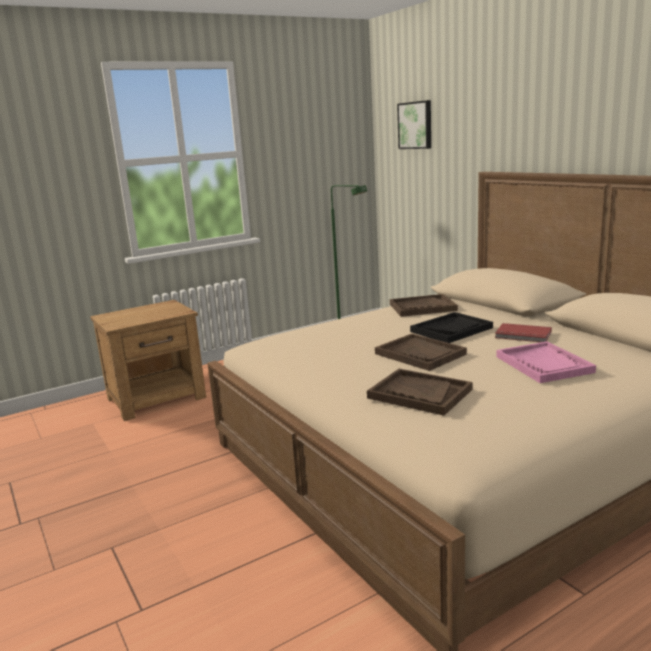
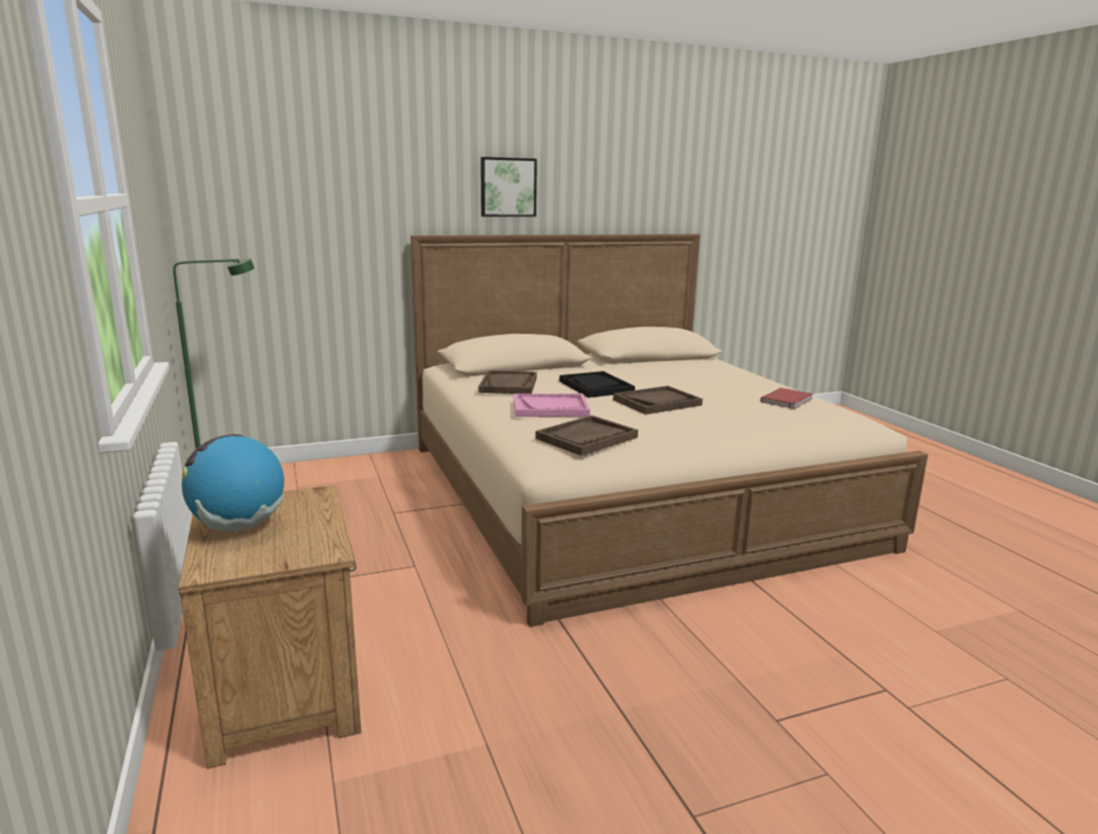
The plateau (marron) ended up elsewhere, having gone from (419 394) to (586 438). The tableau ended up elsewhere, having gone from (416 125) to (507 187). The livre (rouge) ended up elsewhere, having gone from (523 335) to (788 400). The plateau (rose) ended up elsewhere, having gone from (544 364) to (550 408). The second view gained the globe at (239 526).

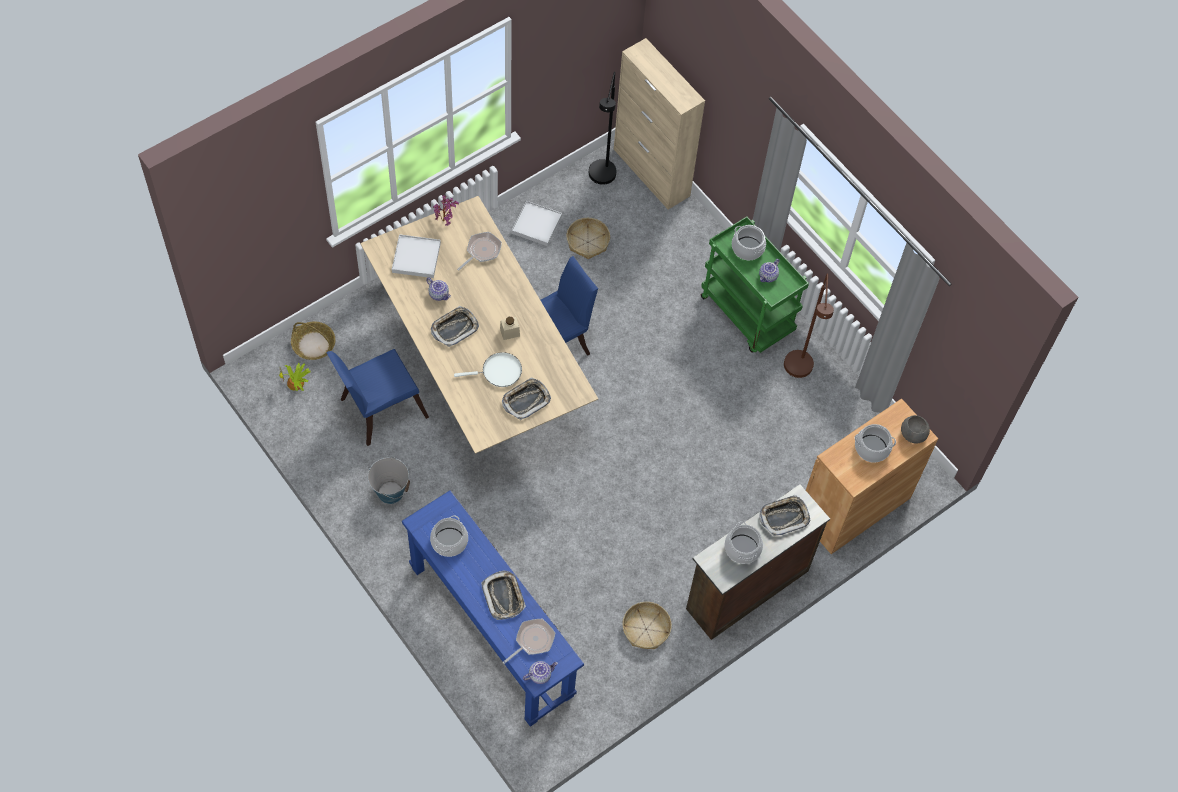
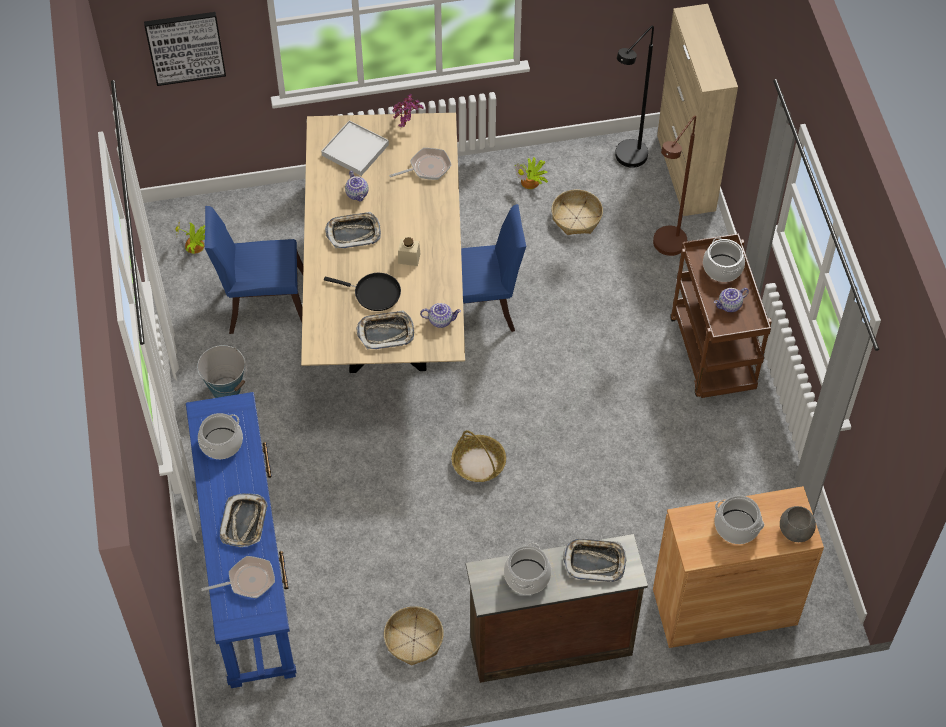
The panier ended up elsewhere, having gone from (313 345) to (478 463). What was the poêle (blanc) at (498 372) turned into the poêle (noir) at (374 293). Where the plateau (blanc) stood at (536 224), the plante en pot came to stand at (531 181). The théière ended up elsewhere, having gone from (540 674) to (441 320). What was the chariot (vert) at (748 314) turned into the chariot (marron) at (713 355). The lampadaire (marron) ended up elsewhere, having gone from (799 372) to (666 249). The second view gained the tableau at (185 47).

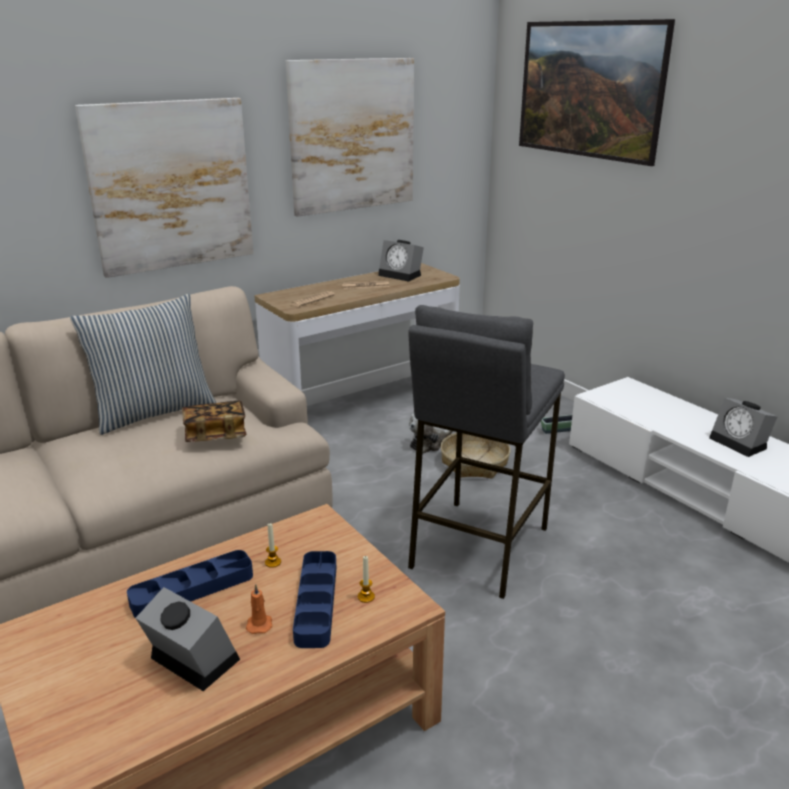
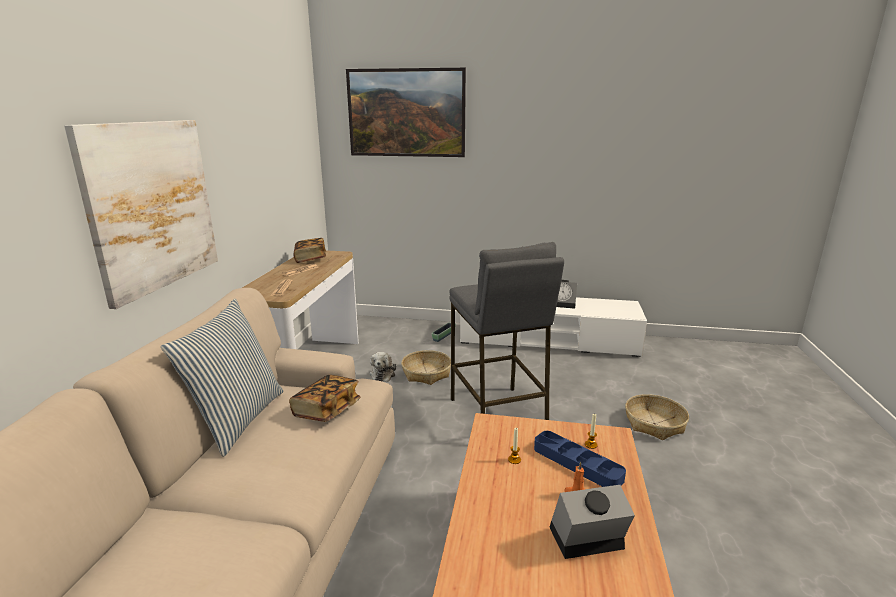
The second view lost the plateau (bleu) at (192 589). The second view lost the tableau at (352 136). Where the réveil stood at (401 275), the livre came to stand at (310 259). The second view gained the panier at (654 424).

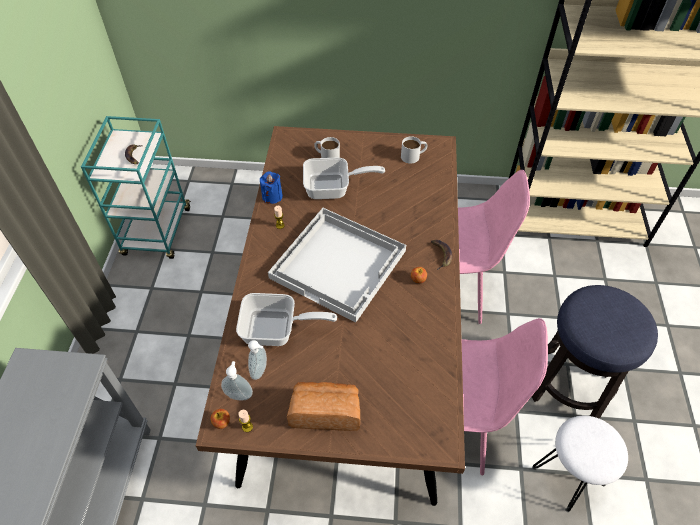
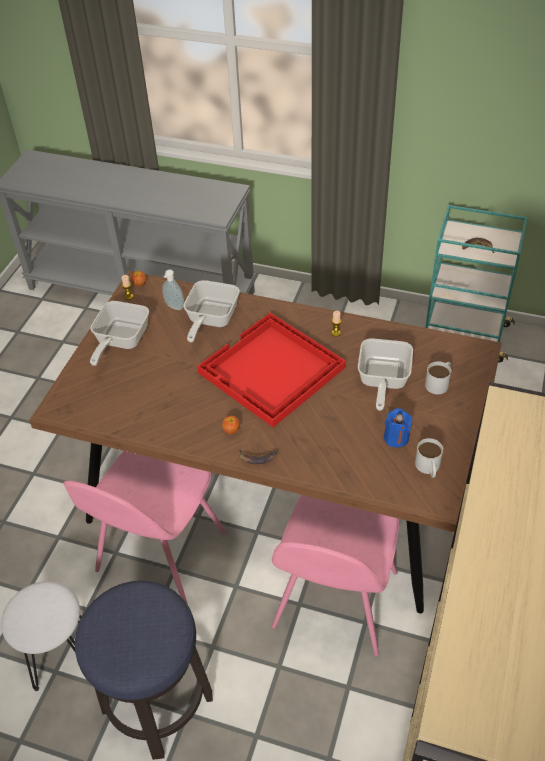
The second view lost the distributeur de savon at (239 394). The bougie (bleu) ended up elsewhere, having gone from (272 196) to (396 438). What was the plateau (blanc) at (339 264) turned into the plateau (rouge) at (271 371). Where the pain stood at (325 412), the poêle came to stand at (119 341).

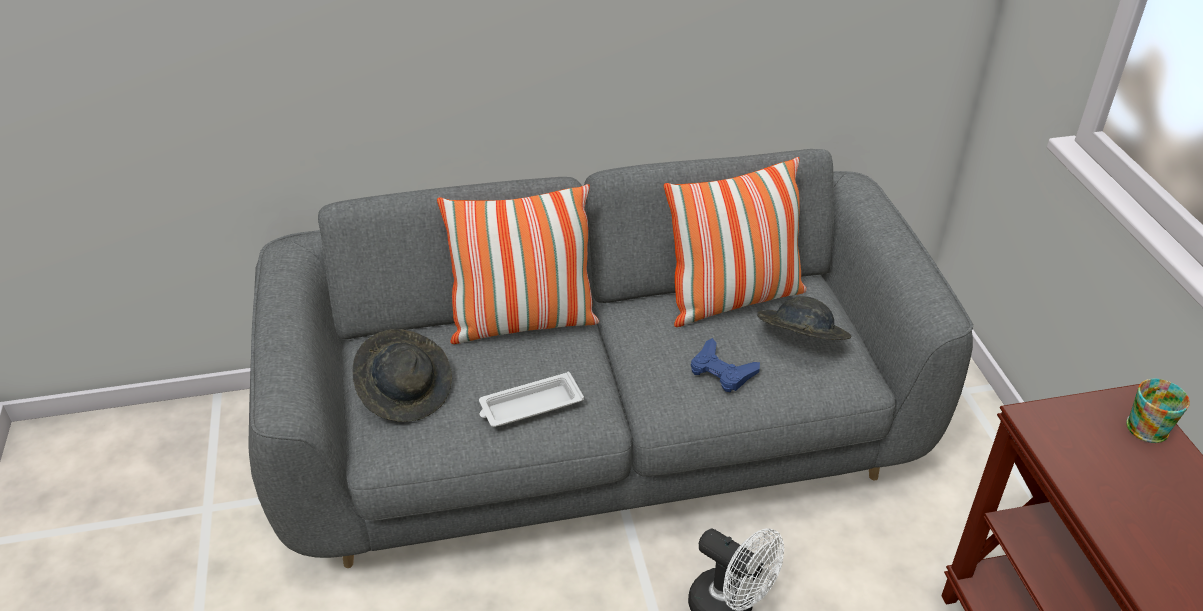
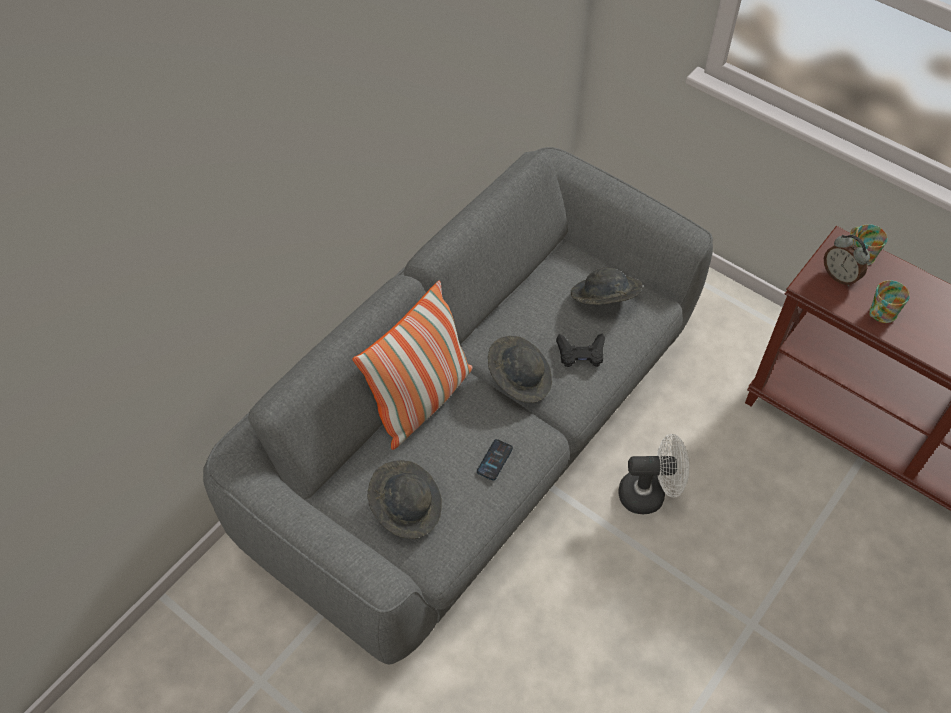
Where the plateau (blanc) stood at (529 406), the téléphone came to stand at (494 460). The second view lost the coussin at (733 299). What was the manette (bleu) at (722 371) turned into the manette (noir) at (581 353). The second view gained the chapeau (gris) at (519 378). The second view gained the réveil at (840 276). The second view gained the mug at (879 314).

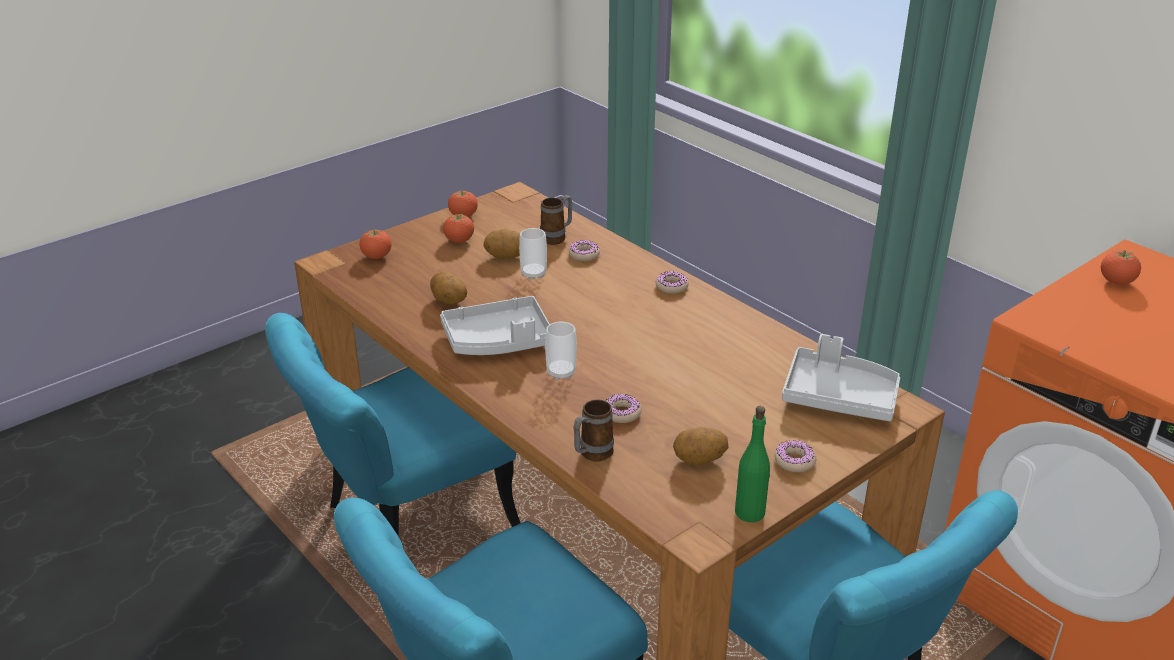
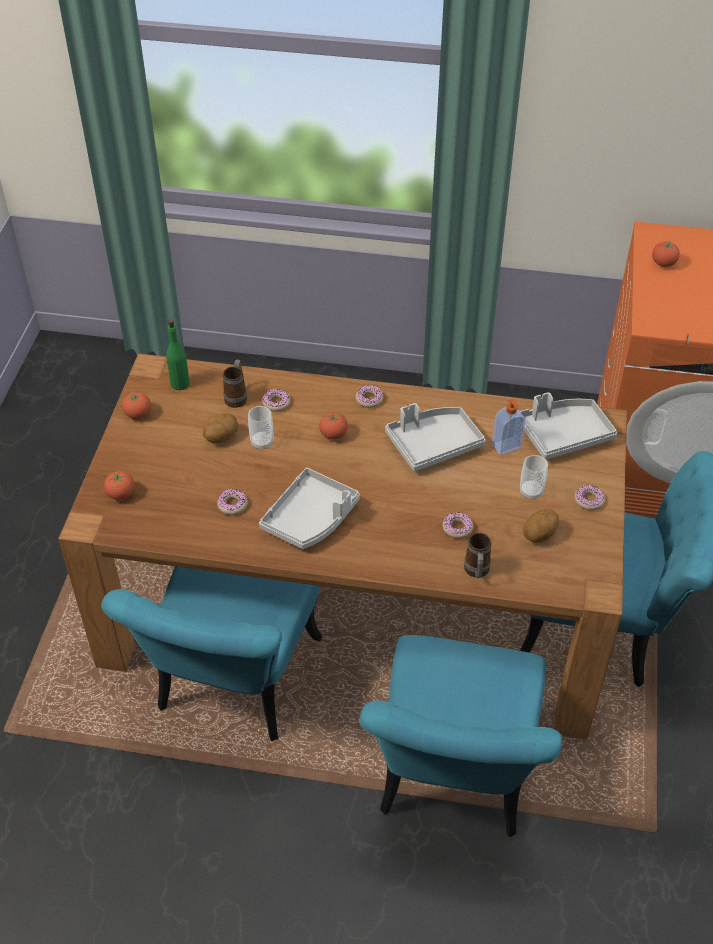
Where the pomme de terre stood at (448 302), the beignet came to stand at (232 505). The tomate ended up elsewhere, having gone from (459 240) to (333 435). The tasse ended up elsewhere, having gone from (561 373) to (531 492). The bouteille (vert) ended up elsewhere, having gone from (750 512) to (180 383). The second view gained the plateau (gris) at (433 444). The second view gained the distributeur de savon at (507 446).

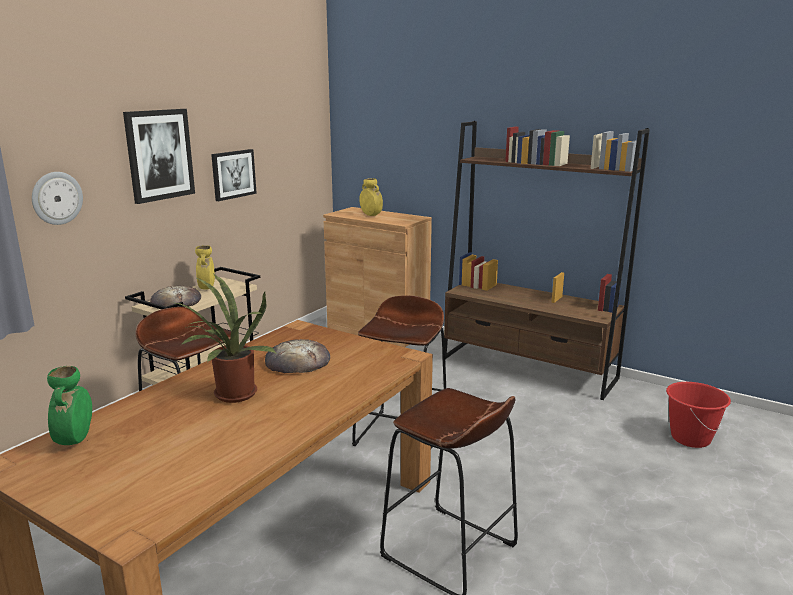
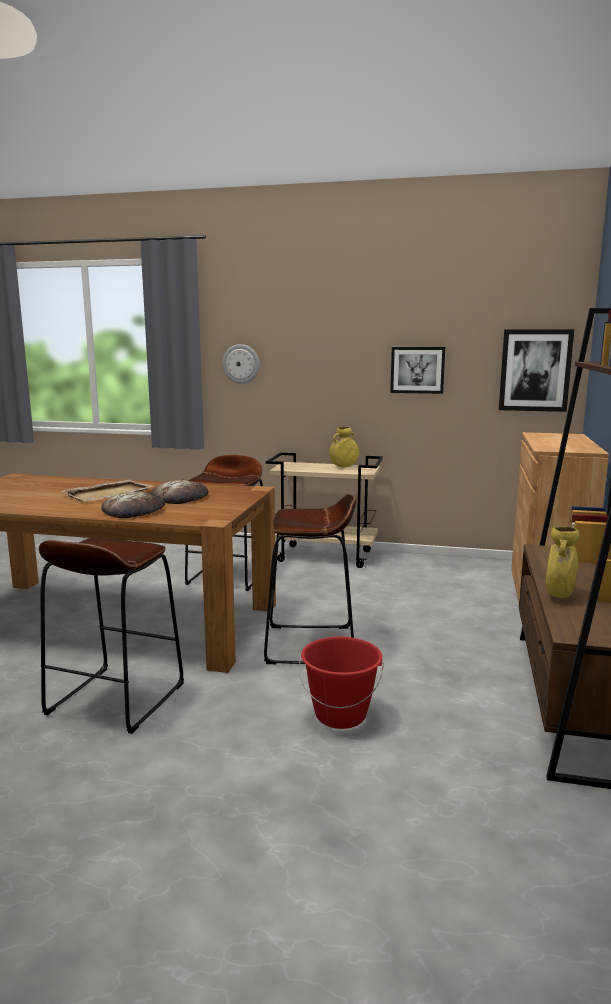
The second view lost the vase (vert) at (75 440). The tableau ended up elsewhere, having gone from (159 155) to (535 370). The pain ended up elsewhere, having gone from (176 301) to (134 510). Where the plante en pot stood at (231 396), the plateau (beige) came to stand at (109 493). The vase (jaune) ended up elsewhere, having gone from (371 215) to (559 596). The seau (rouge) ended up elsewhere, having gone from (690 438) to (340 715).

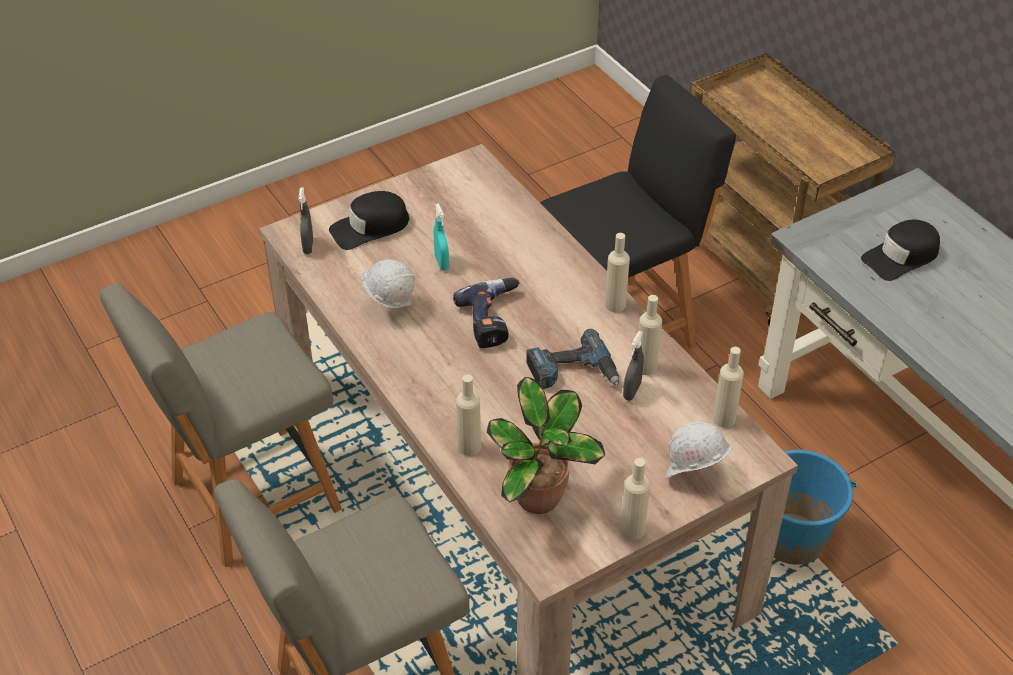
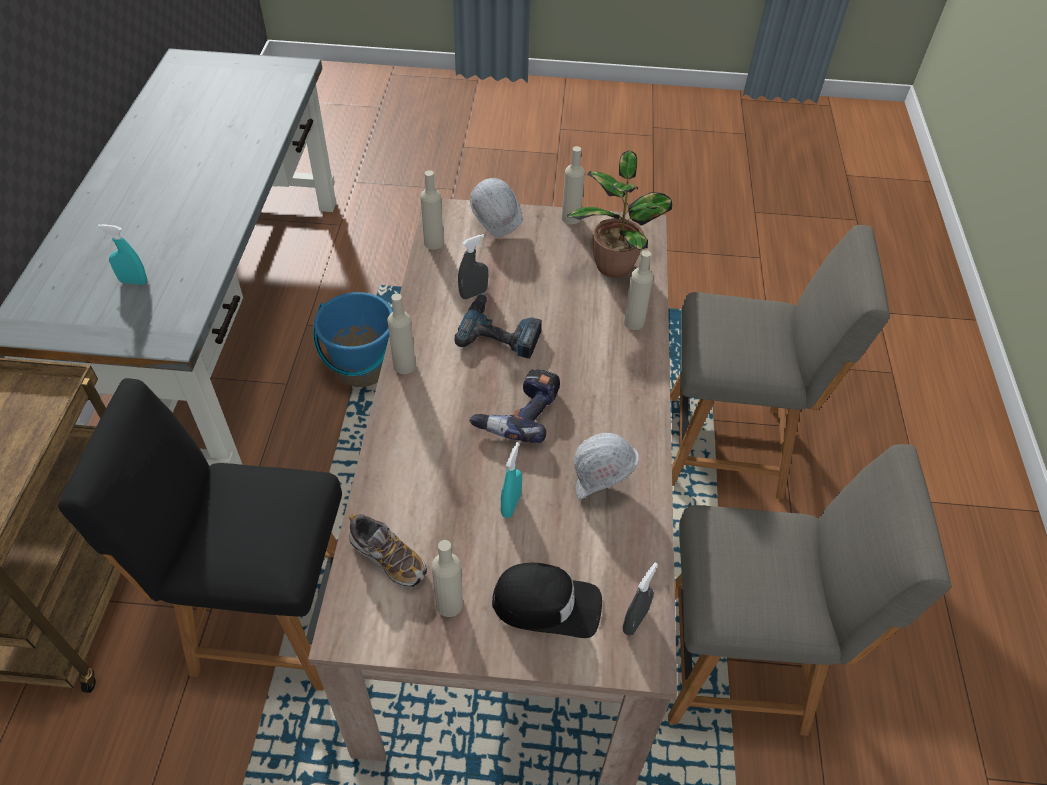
The bouteille (beige) ended up elsewhere, having gone from (646 367) to (449 604). Where the casquette (noir) stood at (901 256), the vaporisateur (turquoise) came to stand at (133 281). The second view gained the chaussure at (388 558).

